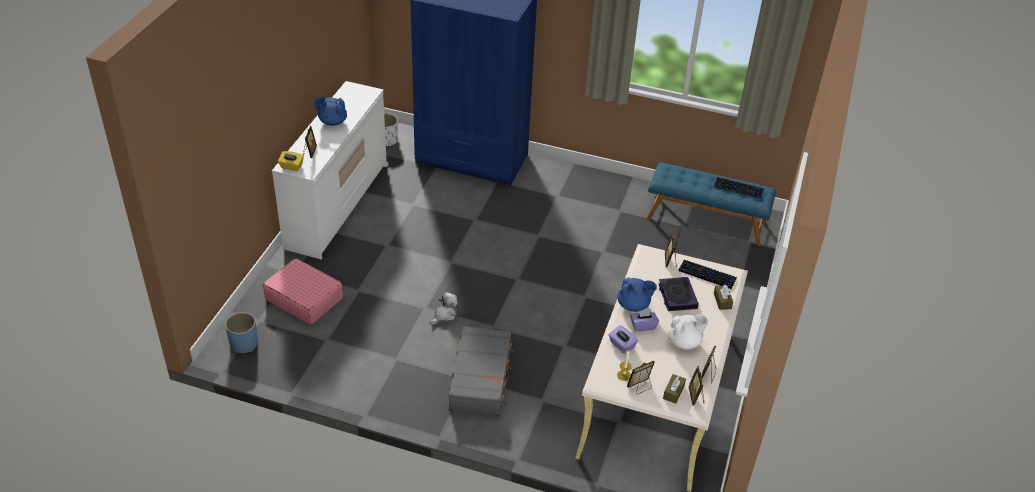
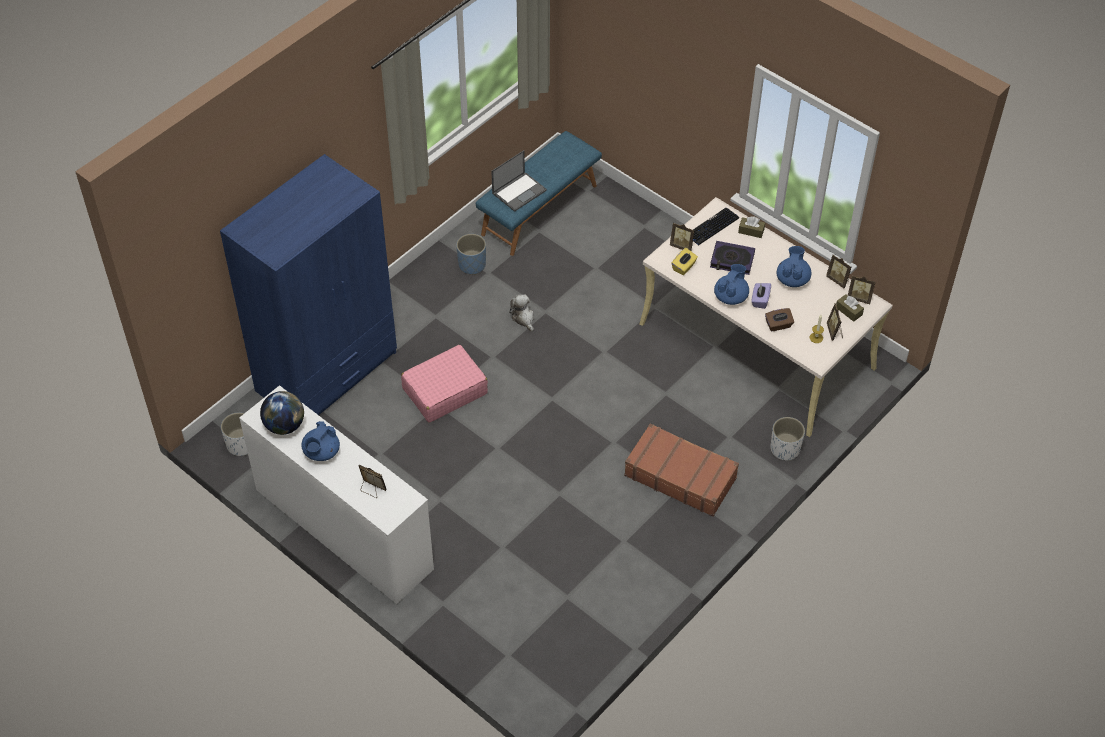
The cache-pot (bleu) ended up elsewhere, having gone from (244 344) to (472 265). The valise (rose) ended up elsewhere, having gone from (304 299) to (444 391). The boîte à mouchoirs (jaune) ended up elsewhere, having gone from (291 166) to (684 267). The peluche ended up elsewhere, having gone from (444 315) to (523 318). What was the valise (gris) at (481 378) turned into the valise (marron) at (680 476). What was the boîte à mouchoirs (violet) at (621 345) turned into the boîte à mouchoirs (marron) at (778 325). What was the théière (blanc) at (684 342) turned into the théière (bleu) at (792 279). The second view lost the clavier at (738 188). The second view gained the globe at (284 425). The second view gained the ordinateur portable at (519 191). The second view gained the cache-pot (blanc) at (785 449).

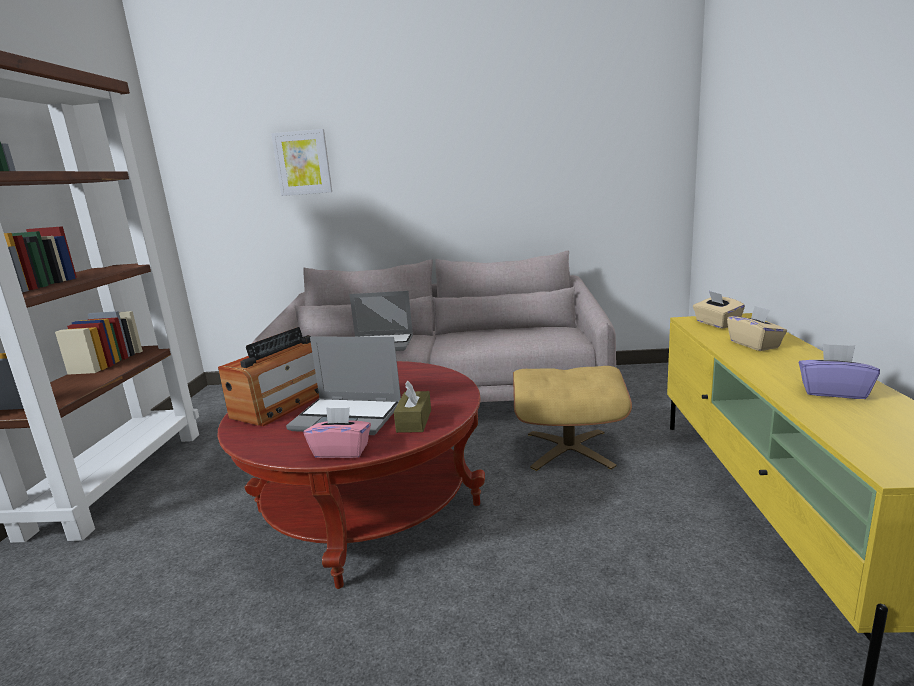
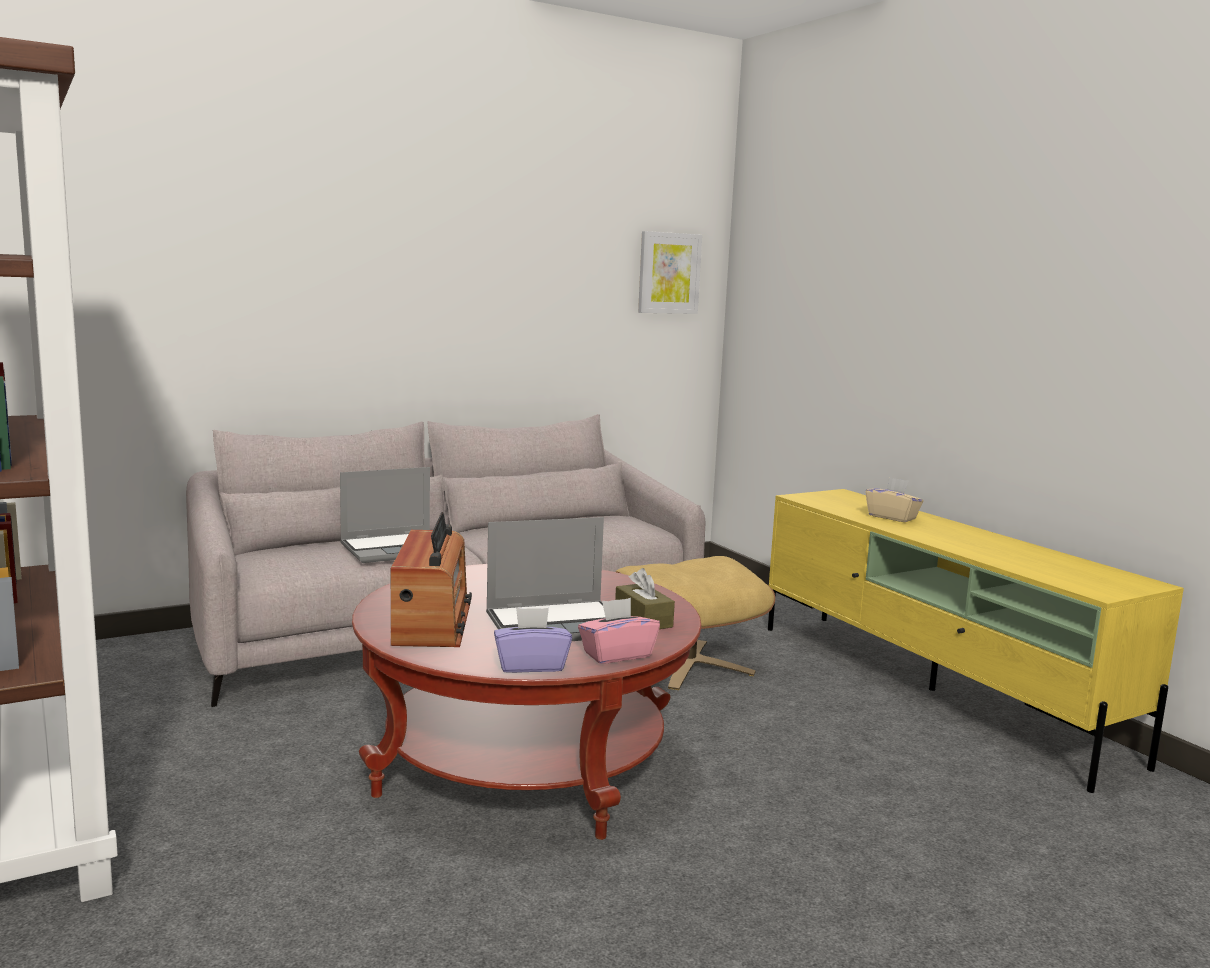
The tableau ended up elsewhere, having gone from (302 163) to (668 273). The second view lost the boîte à mouchoirs (beige) at (716 324). The boîte à mouchoirs (violet) ended up elsewhere, having gone from (833 392) to (531 665).

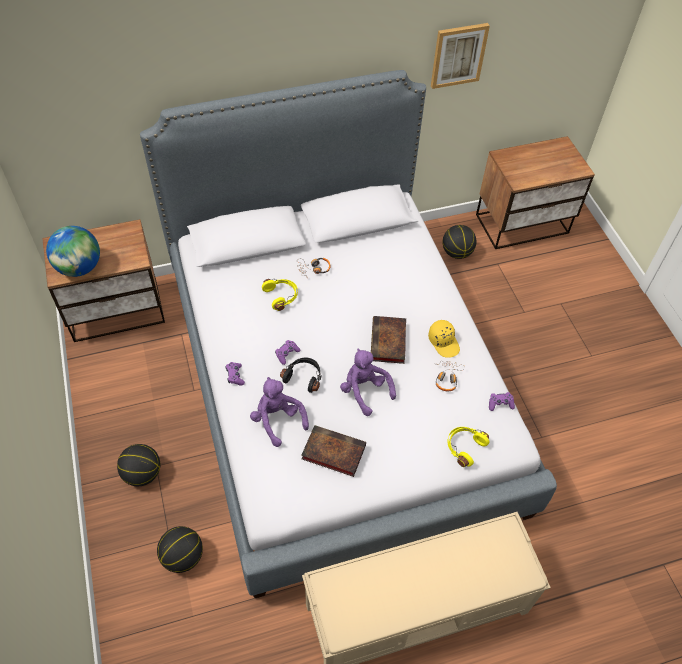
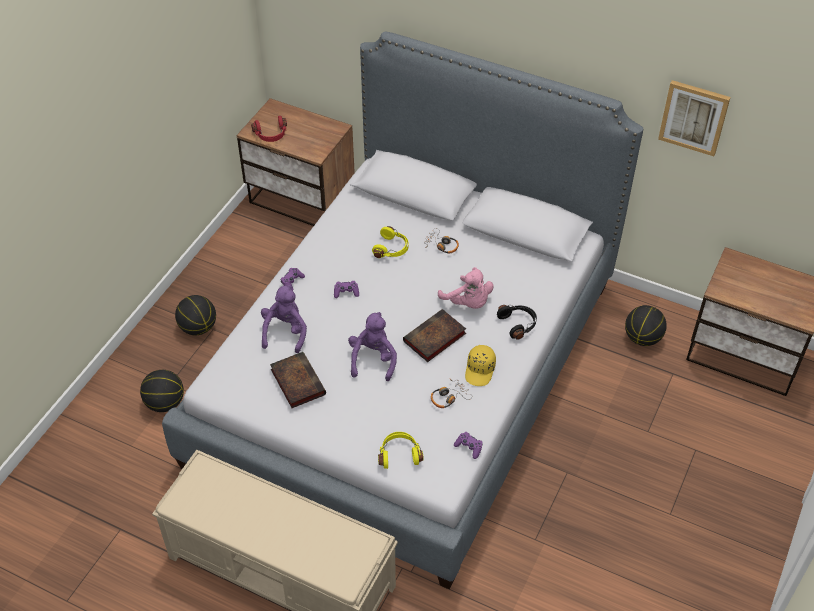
Where the globe stood at (79 268), the casque audio (rouge) came to stand at (271 135). The casque audio (noir) ended up elsewhere, having gone from (304 377) to (518 324). The second view gained the peluche (rose) at (468 303).

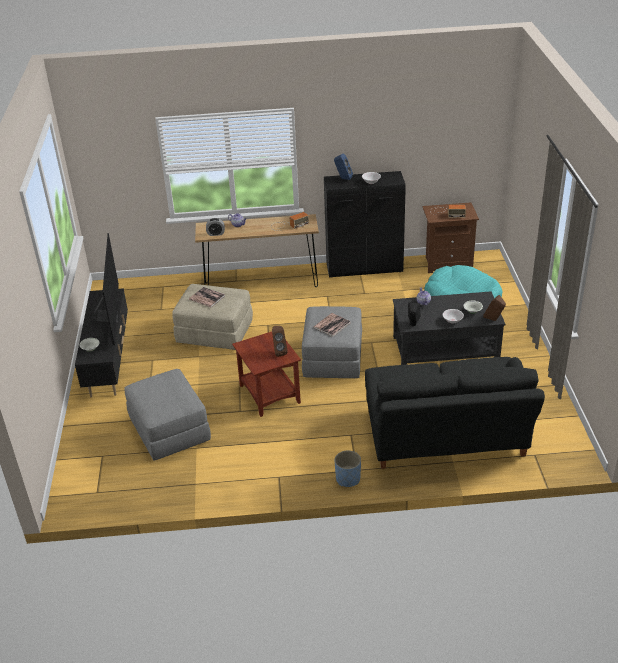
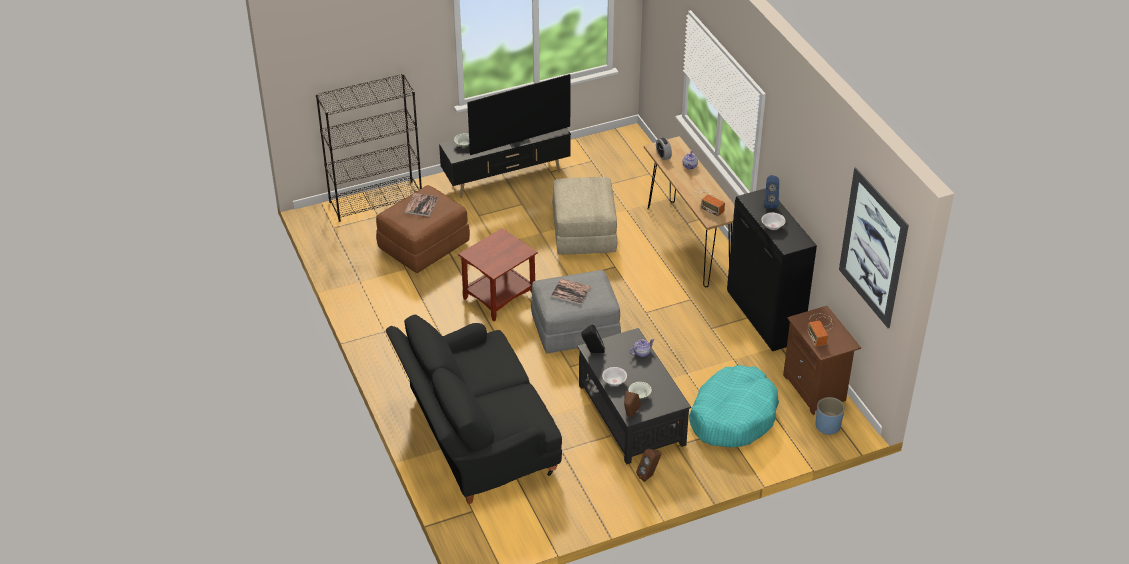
What was the pouf (gris) at (169 430) turned into the pouf (marron) at (424 245). The livre ended up elsewhere, having gone from (207 298) to (421 205). The enceinte (marron) ended up elsewhere, having gone from (279 351) to (649 475). The cache-pot (bleu) ended up elsewhere, having gone from (348 479) to (827 426). The second view gained the bibliothèque (noir) at (376 201). The second view gained the tableau at (872 248).

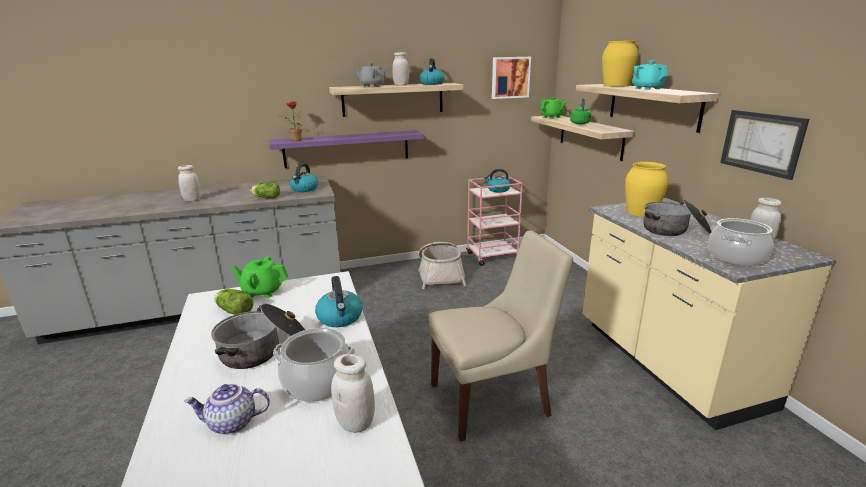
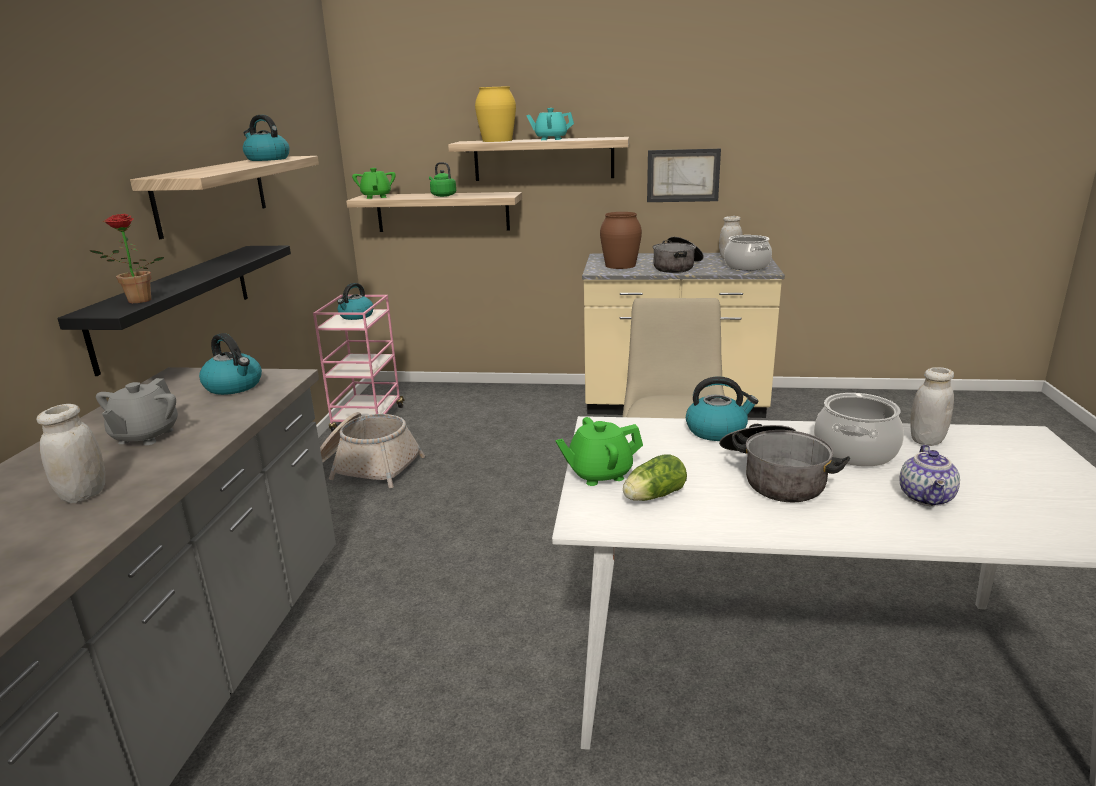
The théière (vert) at (263 291) ended up facing another way, 45 degrees clockwise from before. The second view lost the laitue at (266 197). What was the étagère (violet) at (347 148) turned into the étagère (noir) at (176 303). The théière (gris) ended up elsewhere, having gone from (371 86) to (145 436). The second view lost the bocal (blanc) at (401 85). The second view lost the tableau at (510 77). What was the vase (jaune) at (641 212) turned into the vase (marron) at (620 265).

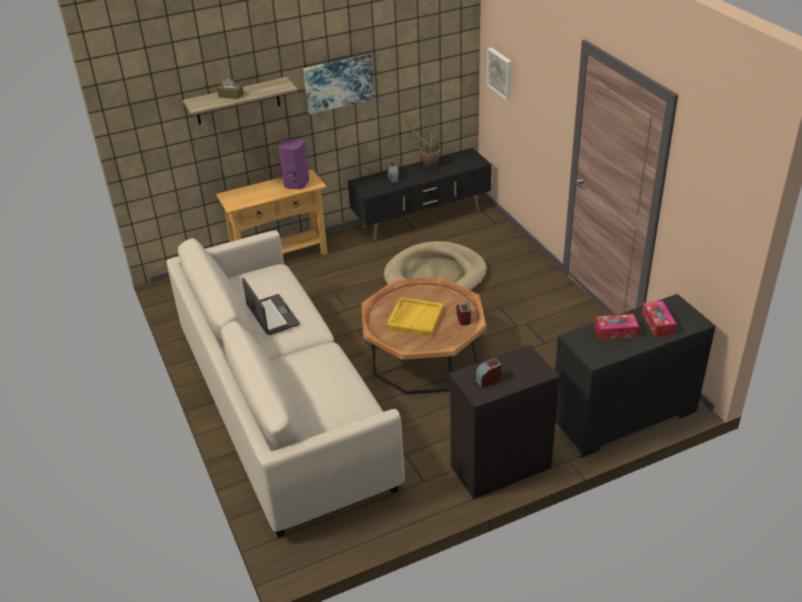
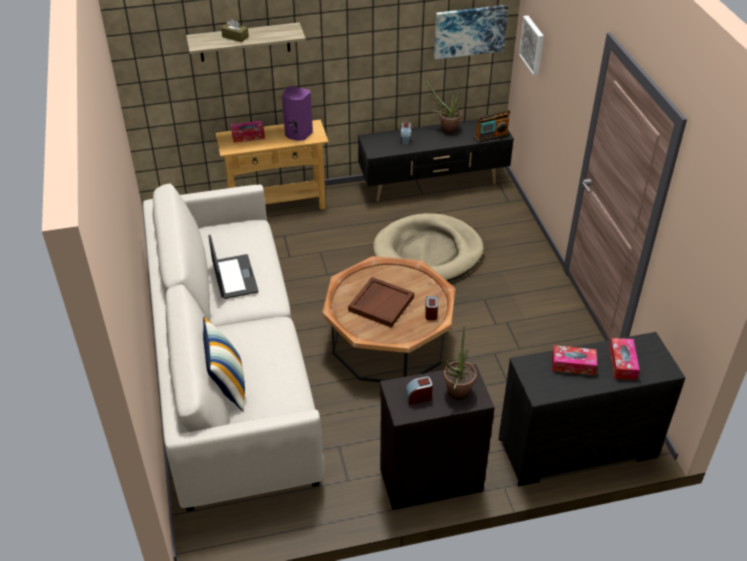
The tableau ended up elsewhere, having gone from (338 83) to (469 31). What was the plateau (jaune) at (415 318) turned into the plateau (marron) at (381 303). The second view gained the coussin at (227 386). The second view gained the boîte à mouchoirs at (248 136). The second view gained the plante en pot at (456 395). The second view gained the radio at (491 136).

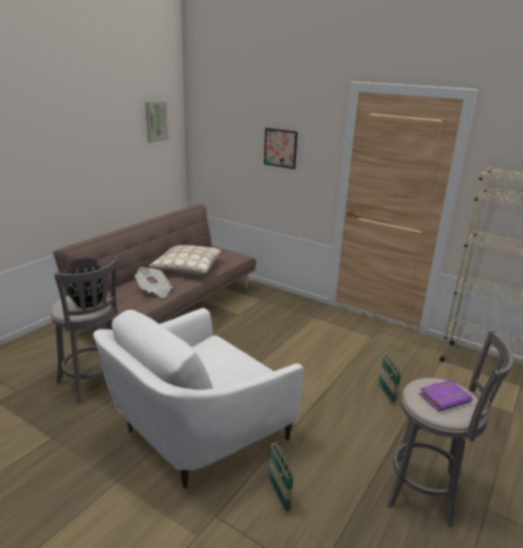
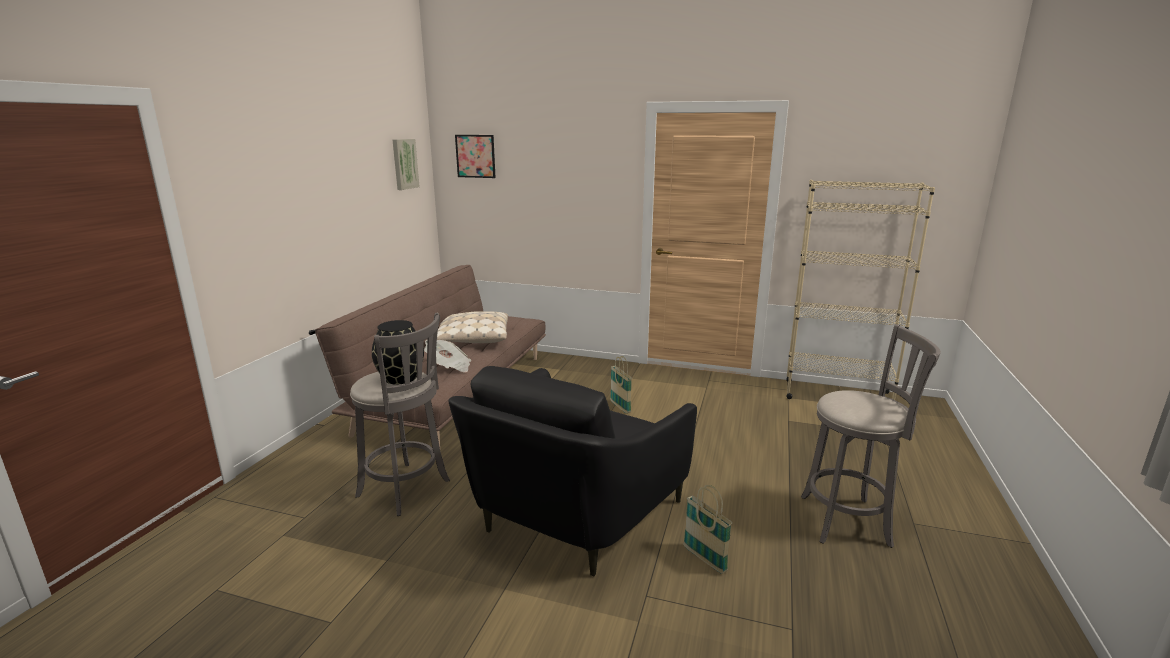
What was the fauteuil (blanc) at (198 433) turned into the fauteuil (noir) at (573 516). The tableau ended up elsewhere, having gone from (280 148) to (475 156). The panier ended up elsewhere, having gone from (386 394) to (620 407). The second view lost the livre (violet) at (444 397).

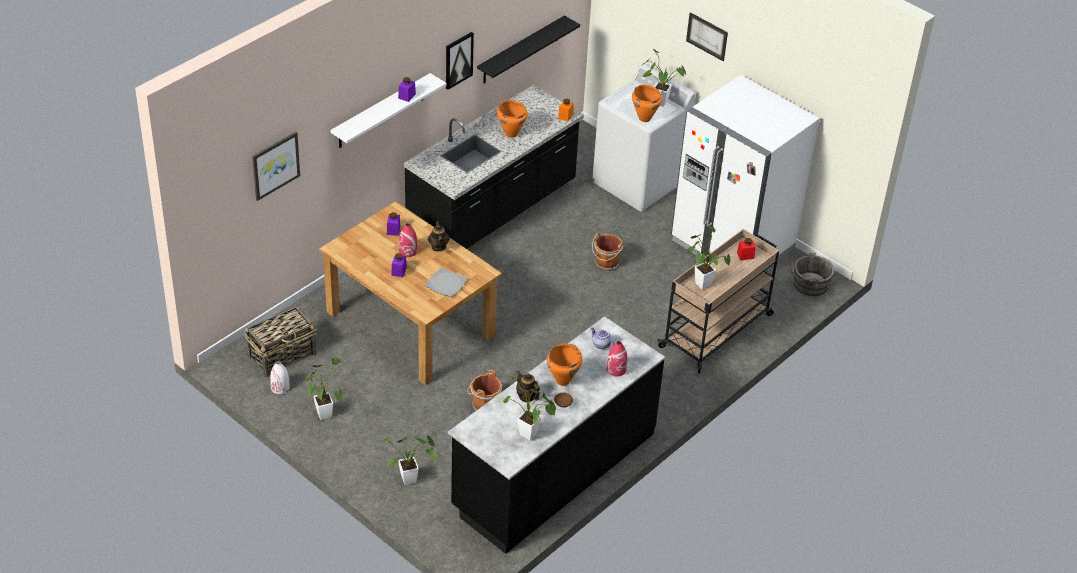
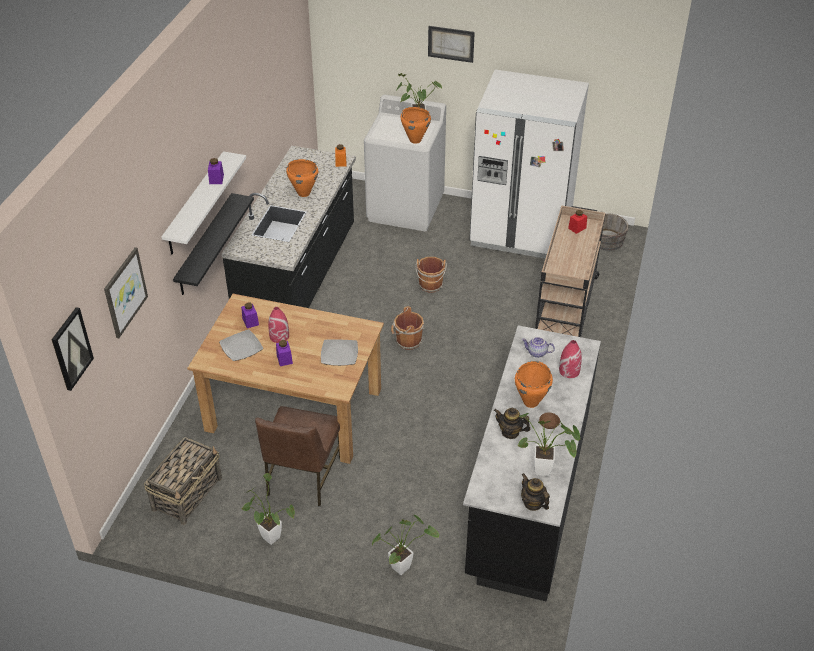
The second view lost the vase (blanc) at (280 387). The théière ended up elsewhere, having gone from (438 247) to (533 503). The tableau ended up elsewhere, having gone from (458 60) to (71 348). The seau (marron) ended up elsewhere, having gone from (484 405) to (407 341). The étagère (noir) ended up elsewhere, having gone from (521 50) to (205 245). The second view lost the plante en pot at (701 282). The second view gained the assiette at (241 347). The second view gained the chaise (marron) at (302 477).

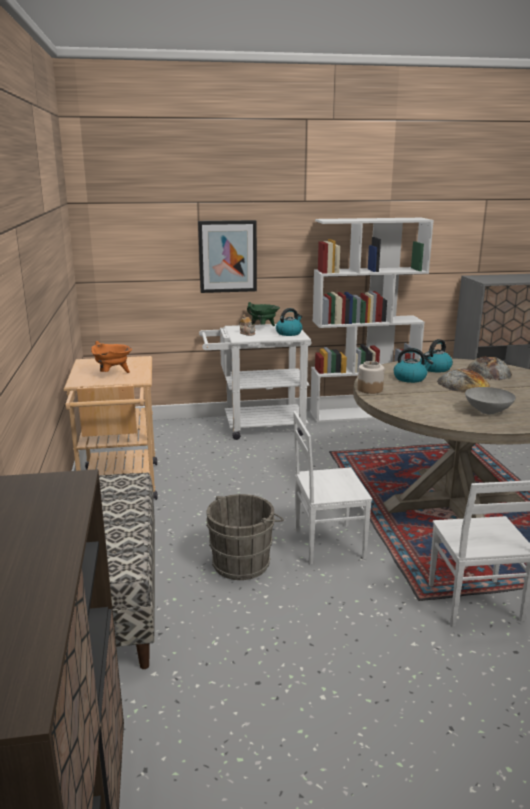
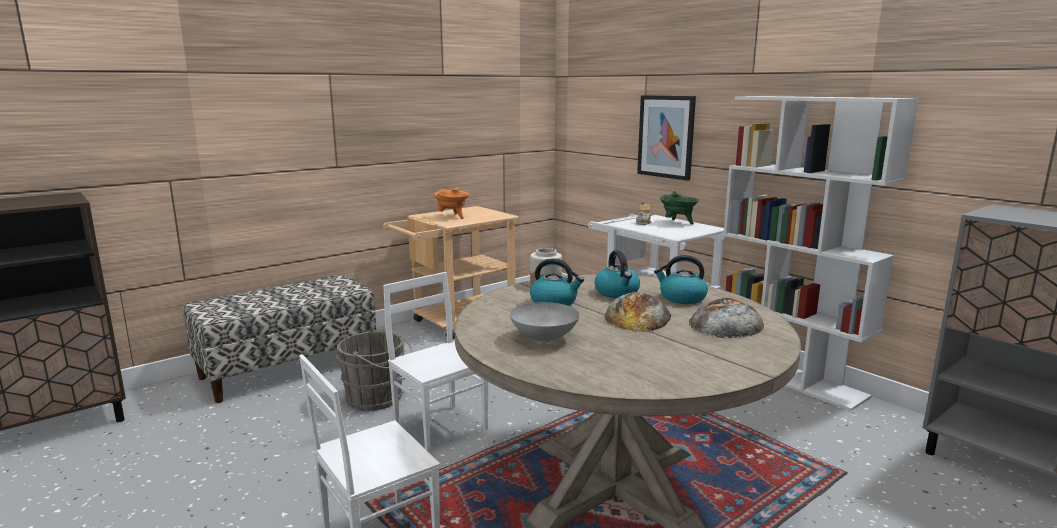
The bouilloire ended up elsewhere, having gone from (289 333) to (554 302).

